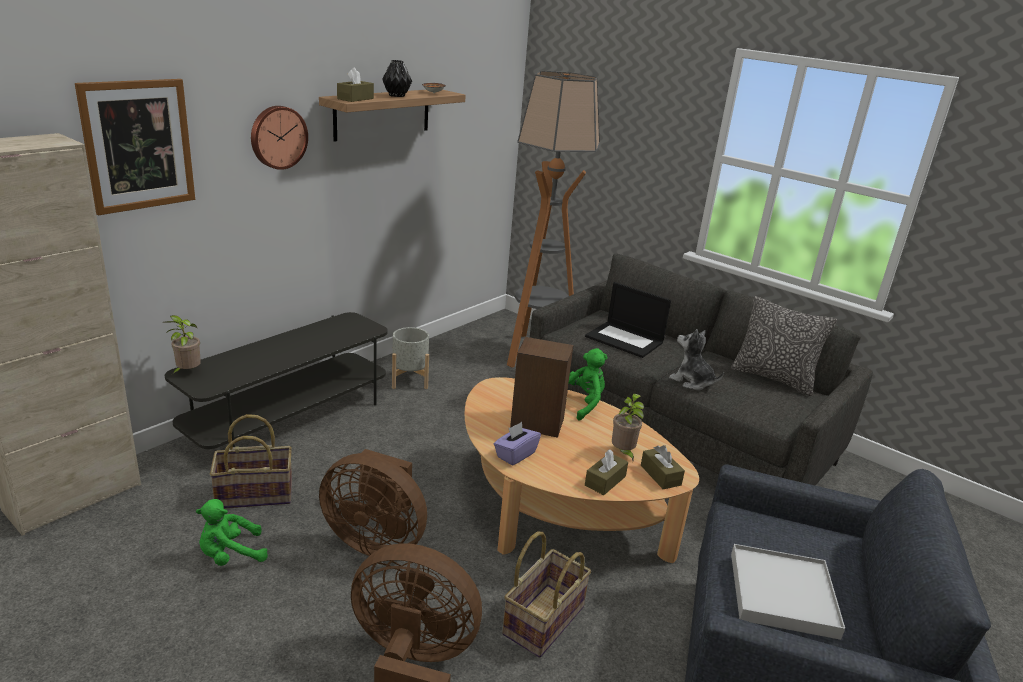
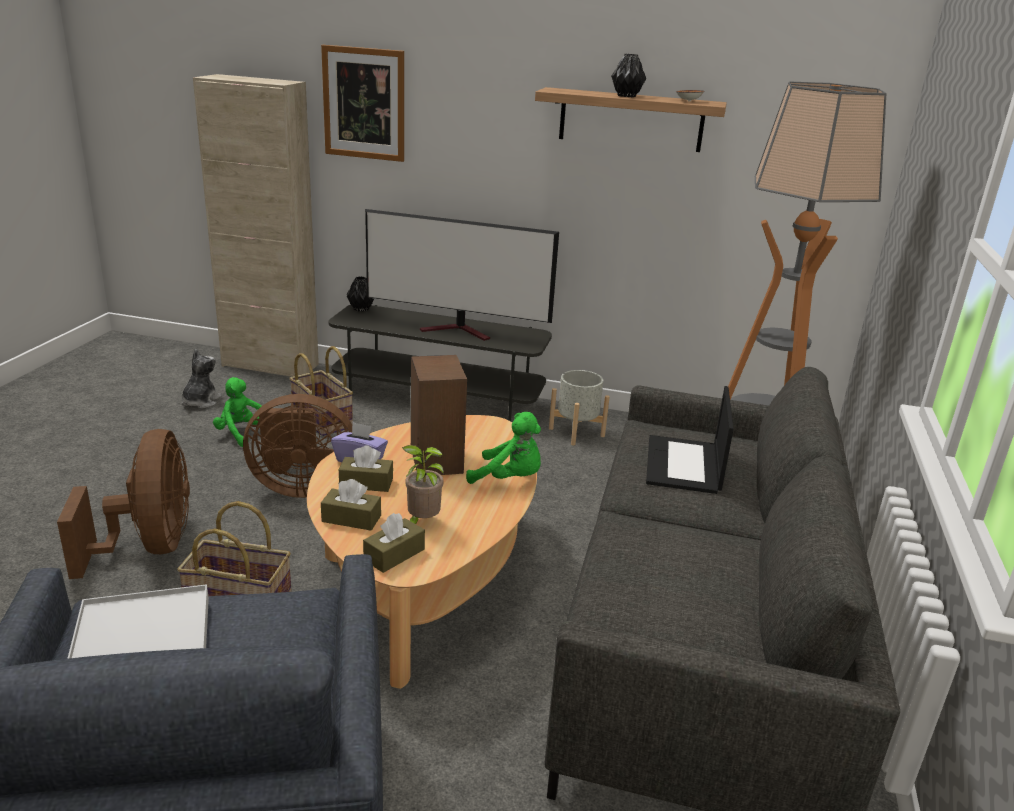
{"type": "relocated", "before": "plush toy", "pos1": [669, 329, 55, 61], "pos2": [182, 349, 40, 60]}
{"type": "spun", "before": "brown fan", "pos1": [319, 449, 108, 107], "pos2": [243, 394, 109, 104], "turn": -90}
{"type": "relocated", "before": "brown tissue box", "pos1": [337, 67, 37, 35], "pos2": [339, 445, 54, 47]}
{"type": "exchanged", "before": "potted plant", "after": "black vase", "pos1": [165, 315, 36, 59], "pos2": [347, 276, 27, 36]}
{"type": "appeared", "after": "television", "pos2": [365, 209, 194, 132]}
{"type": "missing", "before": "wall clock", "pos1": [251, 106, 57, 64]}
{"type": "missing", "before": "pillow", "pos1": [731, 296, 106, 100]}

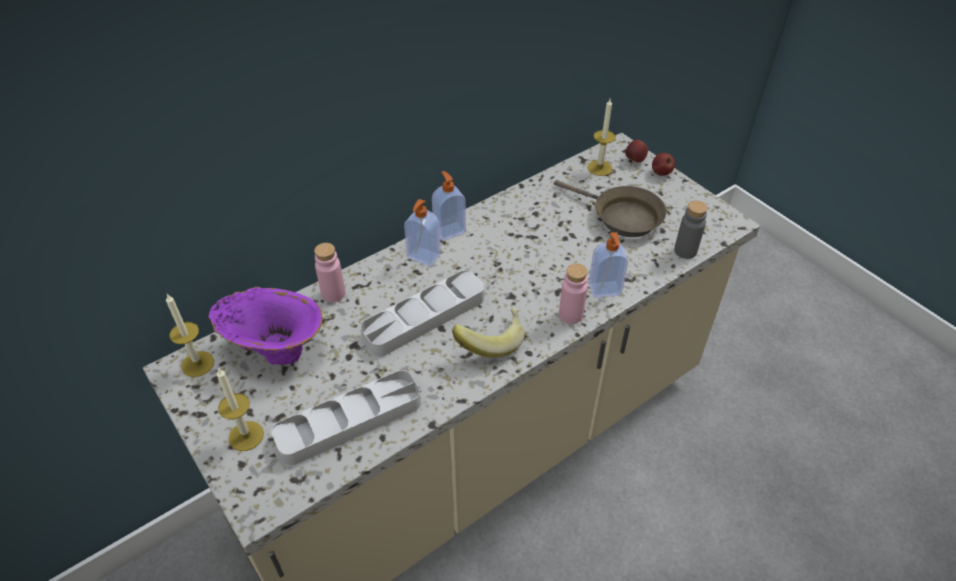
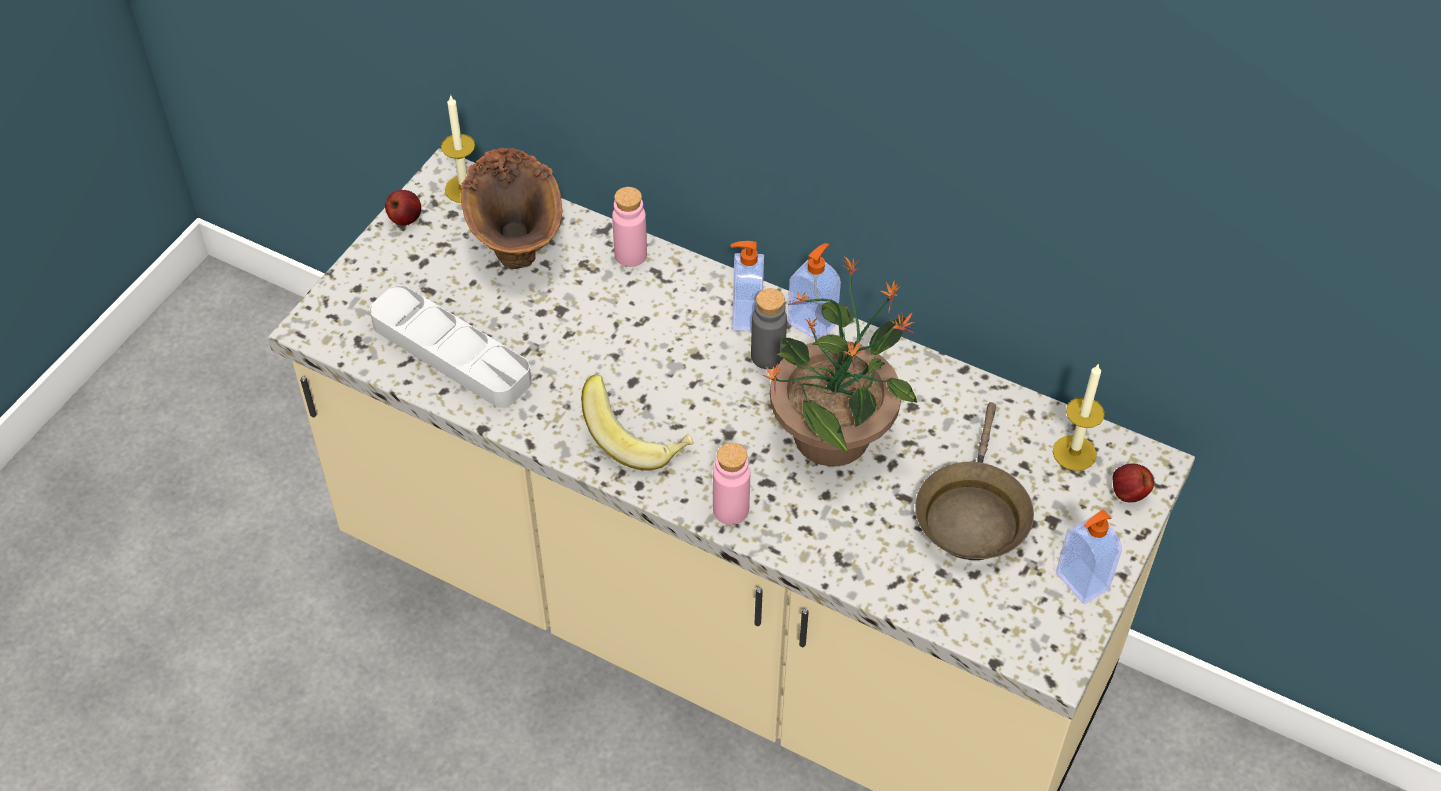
{"type": "relocated", "before": "apple", "pos1": [652, 153, 23, 23], "pos2": [385, 190, 36, 35]}
{"type": "colour", "before": "purple vase", "after": "brown vase", "pos1": [208, 287, 114, 78], "pos2": [461, 148, 101, 122]}
{"type": "relocated", "before": "grey bottle", "pos1": [674, 201, 34, 58], "pos2": [751, 288, 36, 81]}
{"type": "appeared", "after": "potted plant", "pos2": [762, 257, 155, 209]}
{"type": "relocated", "before": "soap dispenser", "pos1": [588, 232, 40, 66], "pos2": [1056, 509, 66, 95]}
{"type": "missing", "before": "candle", "pos1": [217, 368, 47, 83]}
{"type": "missing", "before": "grey tray", "pos1": [360, 270, 124, 86]}

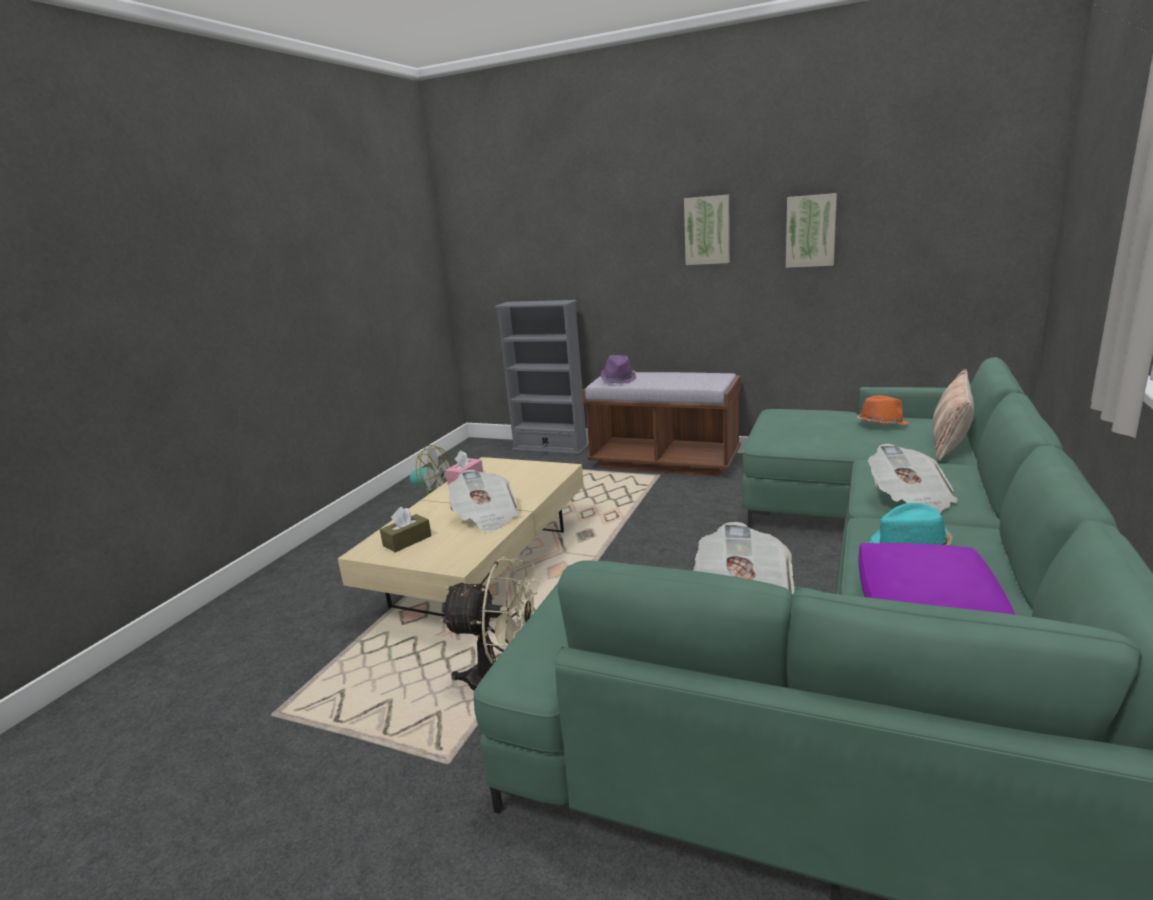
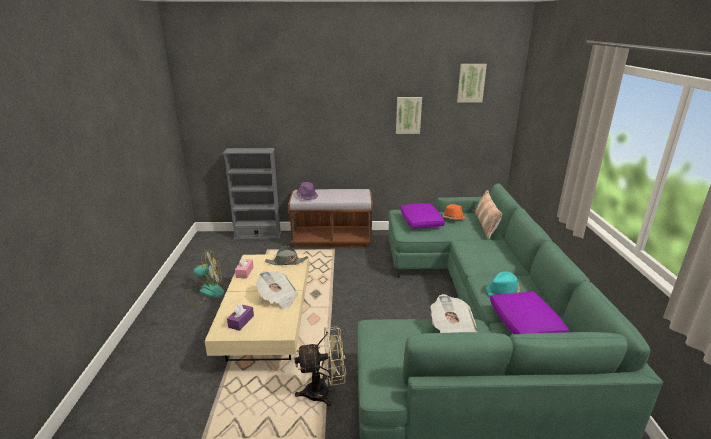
{"type": "colour", "before": "brown tissue box", "after": "purple tissue box", "pos1": [380, 507, 52, 45], "pos2": [227, 303, 27, 28]}
{"type": "appeared", "after": "grey hat", "pos2": [265, 246, 43, 19]}
{"type": "appeared", "after": "purple pillow", "pos2": [400, 203, 45, 25]}
{"type": "relocated", "before": "picture", "pos1": [684, 195, 46, 70], "pos2": [457, 64, 30, 39]}
{"type": "missing", "before": "newspaper", "pos1": [868, 444, 90, 69]}

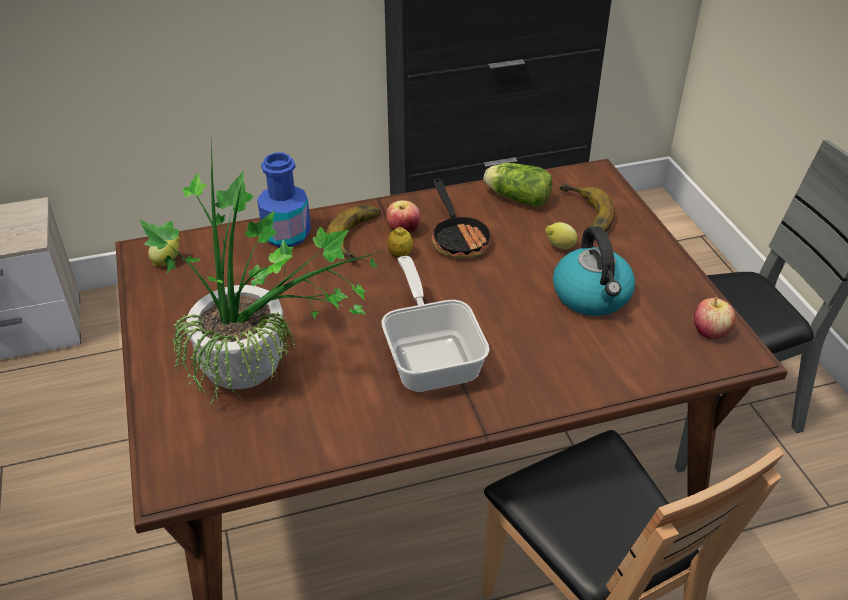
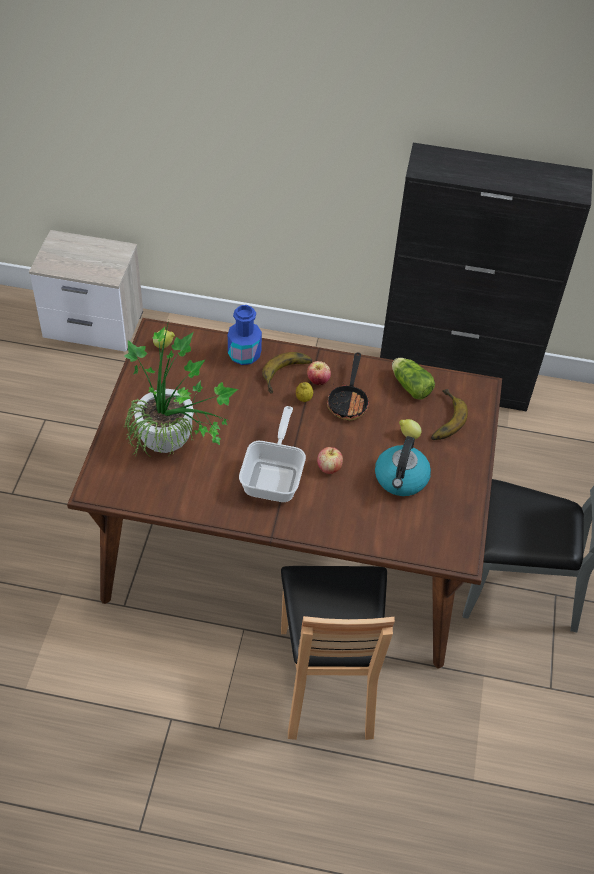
{"type": "relocated", "before": "apple", "pos1": [694, 297, 41, 43], "pos2": [317, 447, 26, 27]}

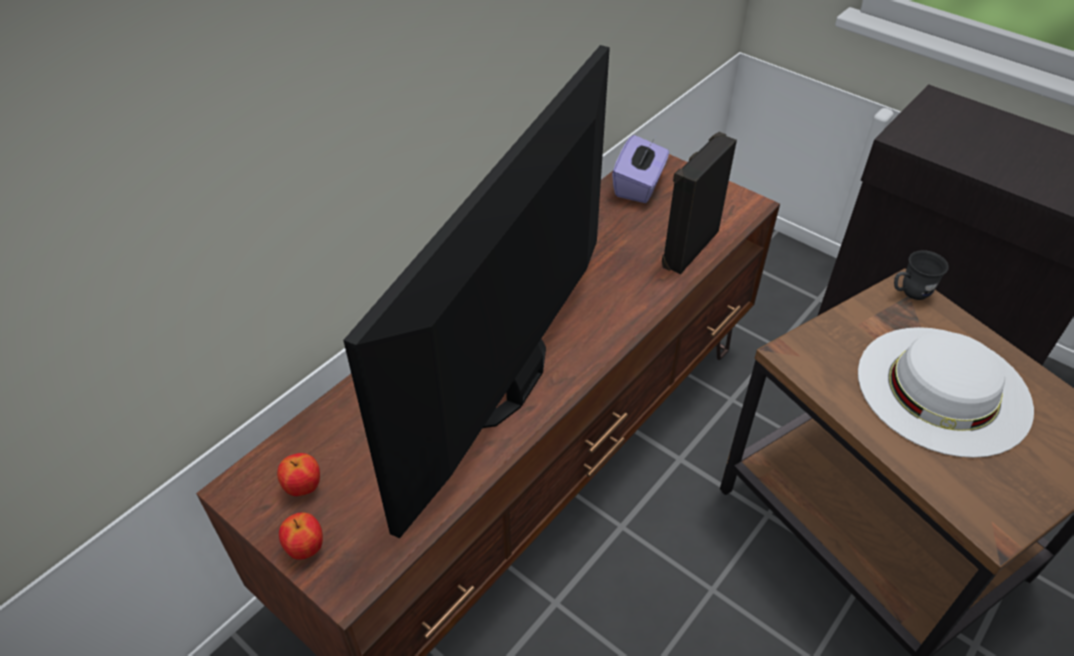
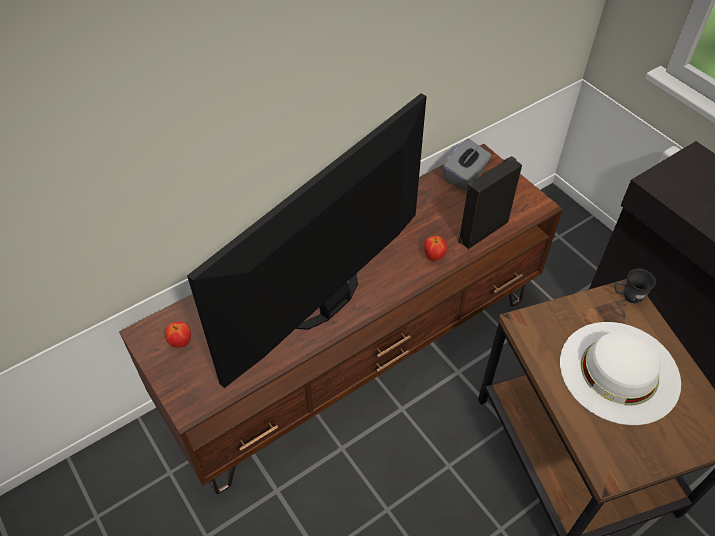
{"type": "relocated", "before": "apple", "pos1": [279, 513, 44, 47], "pos2": [424, 236, 23, 25]}
{"type": "colour", "before": "purple tissue box", "after": "grey tissue box", "pos1": [612, 135, 57, 68], "pos2": [443, 139, 49, 51]}

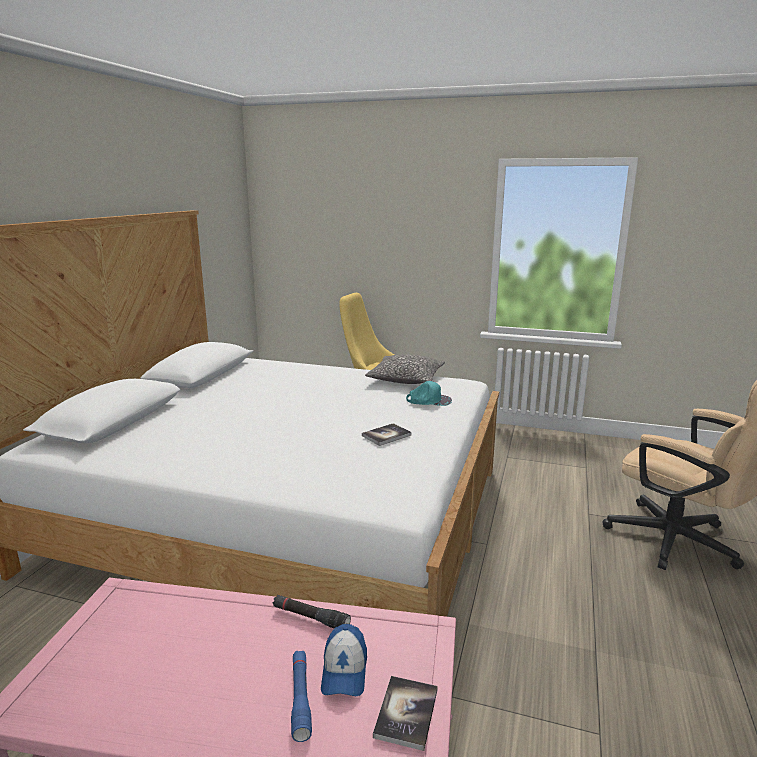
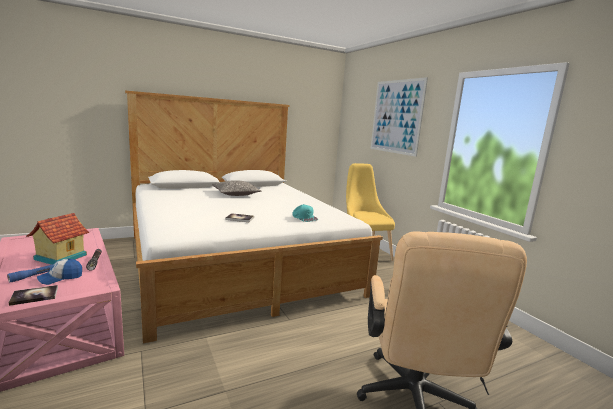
{"type": "appeared", "after": "toy house", "pos2": [26, 213, 63, 52]}
{"type": "relocated", "before": "pillow", "pos1": [365, 355, 80, 29], "pos2": [212, 180, 49, 16]}
{"type": "appeared", "after": "picture", "pos2": [371, 77, 57, 80]}

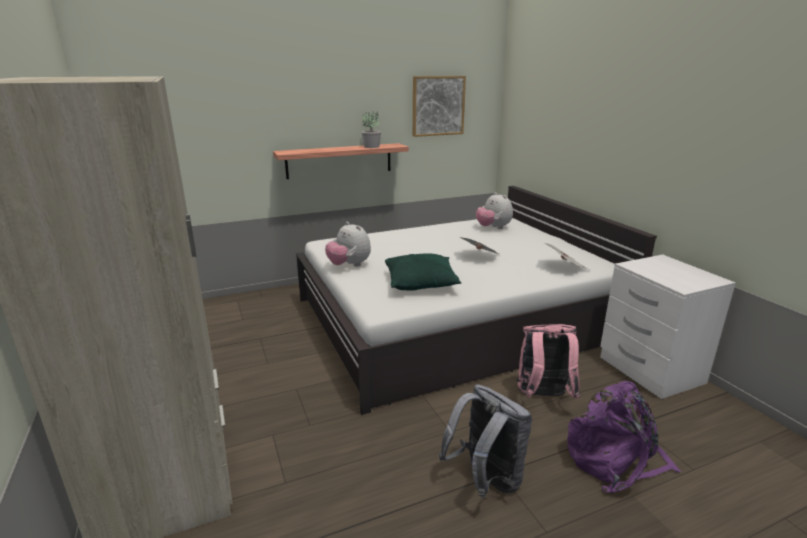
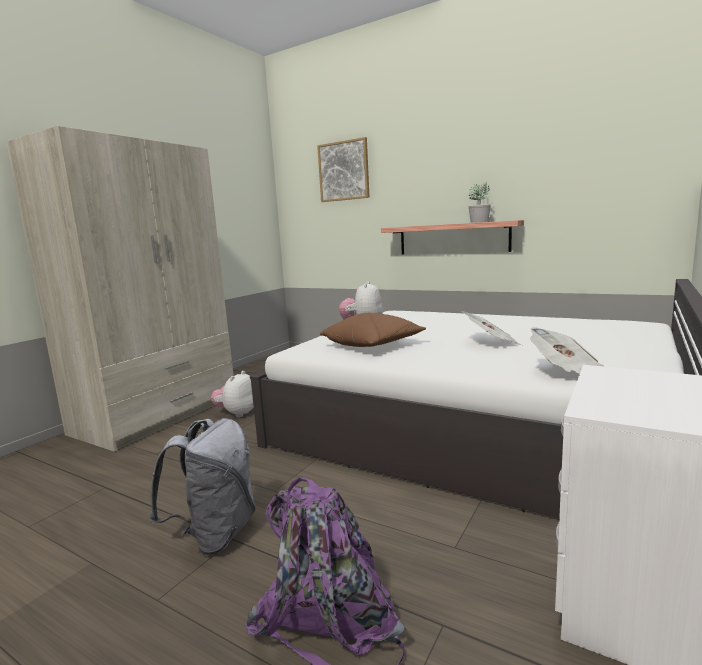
{"type": "relocated", "before": "plush toy", "pos1": [476, 192, 37, 37], "pos2": [211, 371, 43, 47]}
{"type": "relocated", "before": "picture", "pos1": [413, 76, 53, 61], "pos2": [317, 137, 53, 65]}
{"type": "colour", "before": "green pillow", "after": "brown pillow", "pos1": [385, 253, 77, 38], "pos2": [320, 313, 106, 34]}
{"type": "missing", "before": "pink backpack", "pos1": [516, 324, 64, 75]}

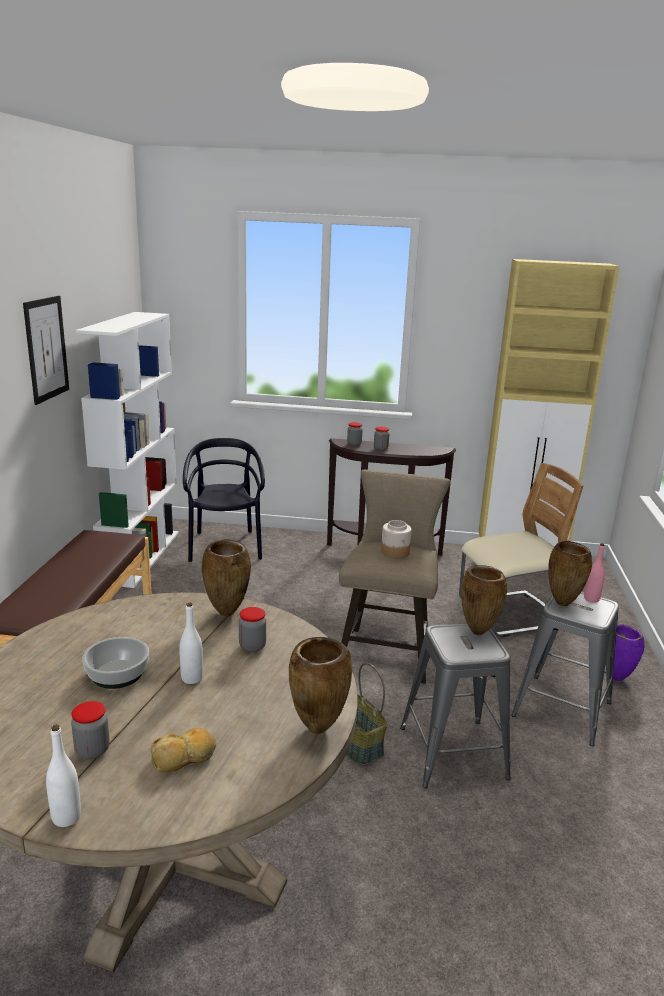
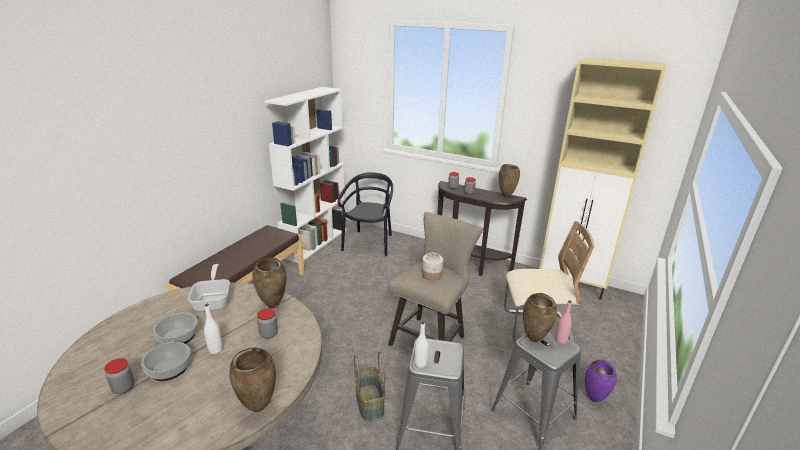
{"type": "appeared", "after": "bowl", "pos2": [141, 342, 50, 39]}
{"type": "appeared", "after": "frying pan", "pos2": [188, 264, 42, 47]}
{"type": "relocated", "before": "white bottle", "pos1": [46, 725, 35, 102], "pos2": [414, 322, 15, 46]}
{"type": "relocated", "before": "brown vase", "pos1": [461, 565, 46, 70], "pos2": [499, 164, 21, 33]}
{"type": "missing", "before": "picture", "pos1": [23, 296, 46, 109]}
{"type": "missing", "before": "bread", "pos1": [150, 728, 66, 44]}

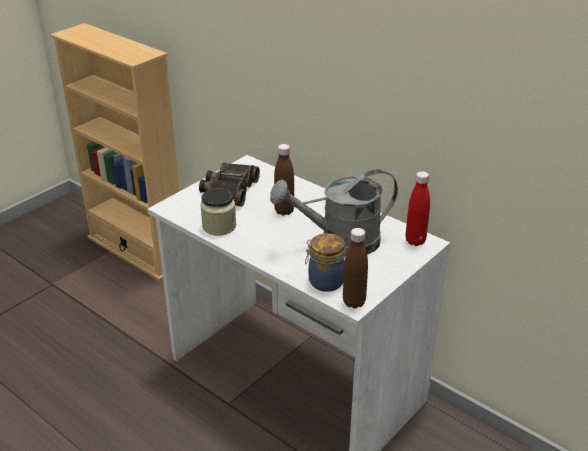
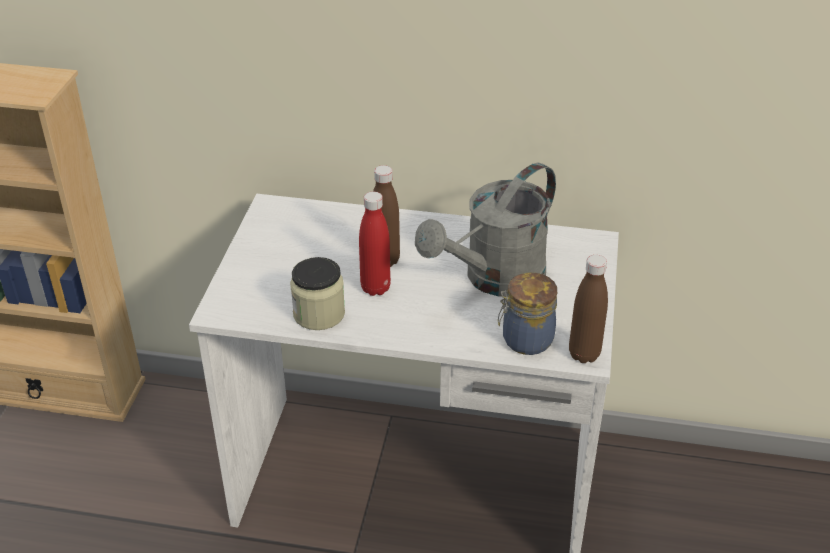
{"type": "relocated", "before": "red bottle", "pos1": [406, 171, 24, 75], "pos2": [359, 192, 32, 104]}
{"type": "missing", "before": "binoculars", "pos1": [199, 163, 61, 44]}

